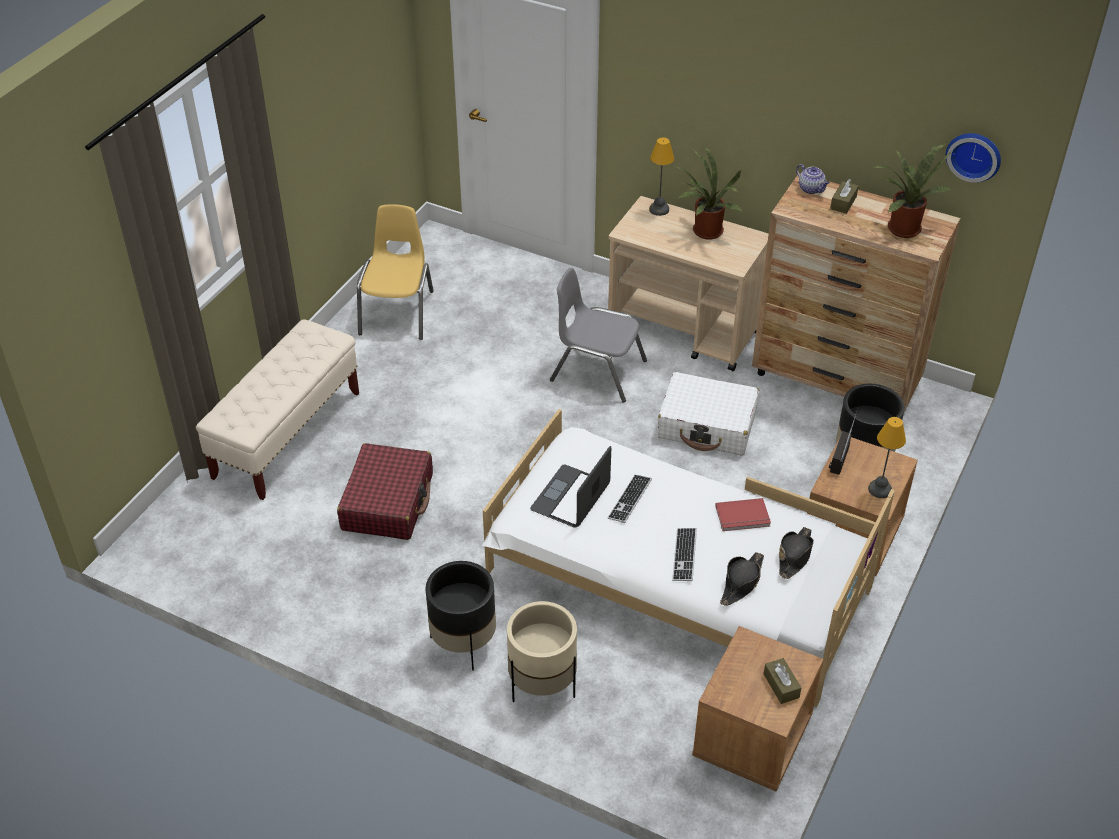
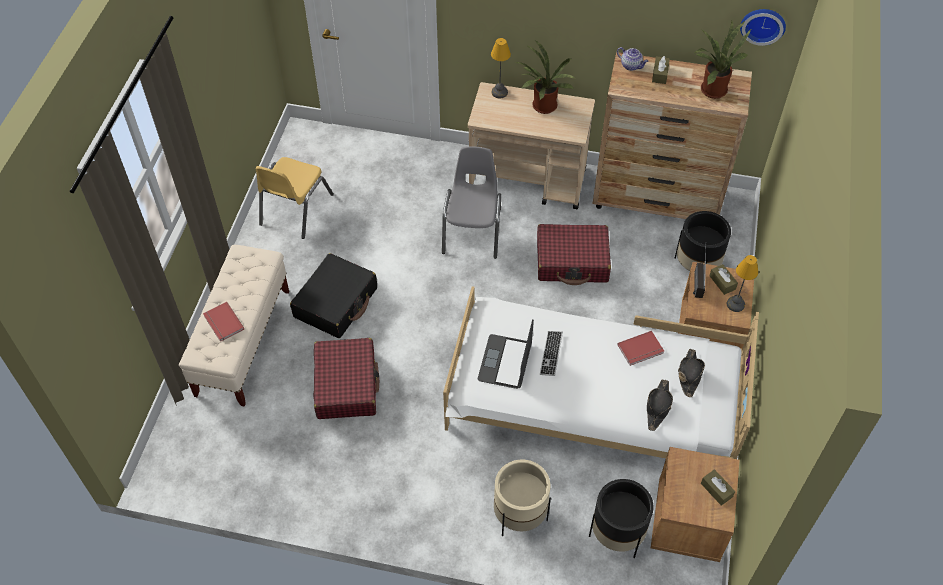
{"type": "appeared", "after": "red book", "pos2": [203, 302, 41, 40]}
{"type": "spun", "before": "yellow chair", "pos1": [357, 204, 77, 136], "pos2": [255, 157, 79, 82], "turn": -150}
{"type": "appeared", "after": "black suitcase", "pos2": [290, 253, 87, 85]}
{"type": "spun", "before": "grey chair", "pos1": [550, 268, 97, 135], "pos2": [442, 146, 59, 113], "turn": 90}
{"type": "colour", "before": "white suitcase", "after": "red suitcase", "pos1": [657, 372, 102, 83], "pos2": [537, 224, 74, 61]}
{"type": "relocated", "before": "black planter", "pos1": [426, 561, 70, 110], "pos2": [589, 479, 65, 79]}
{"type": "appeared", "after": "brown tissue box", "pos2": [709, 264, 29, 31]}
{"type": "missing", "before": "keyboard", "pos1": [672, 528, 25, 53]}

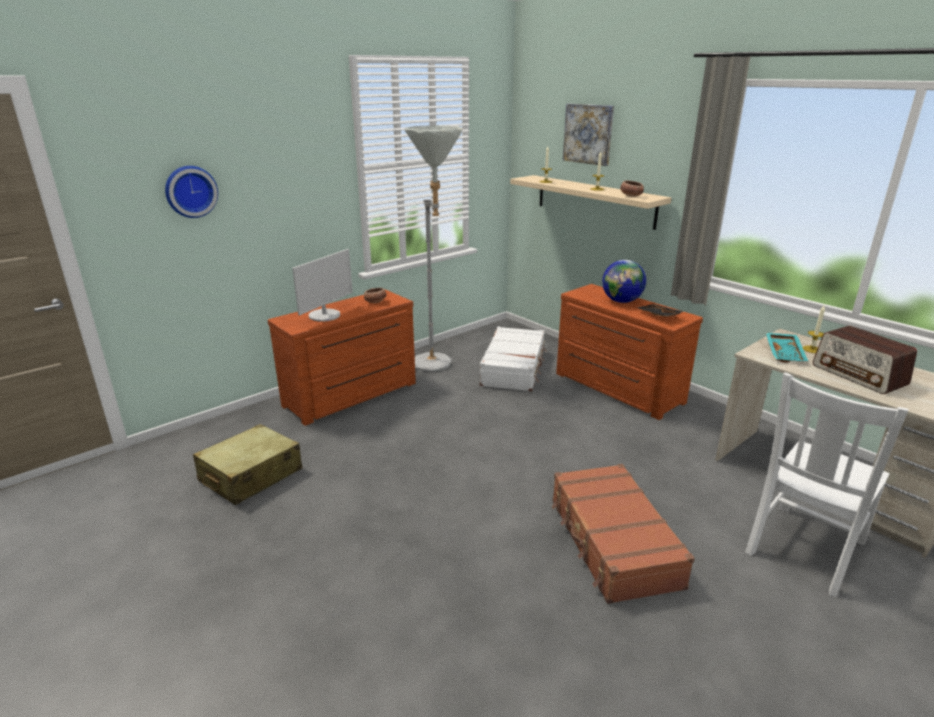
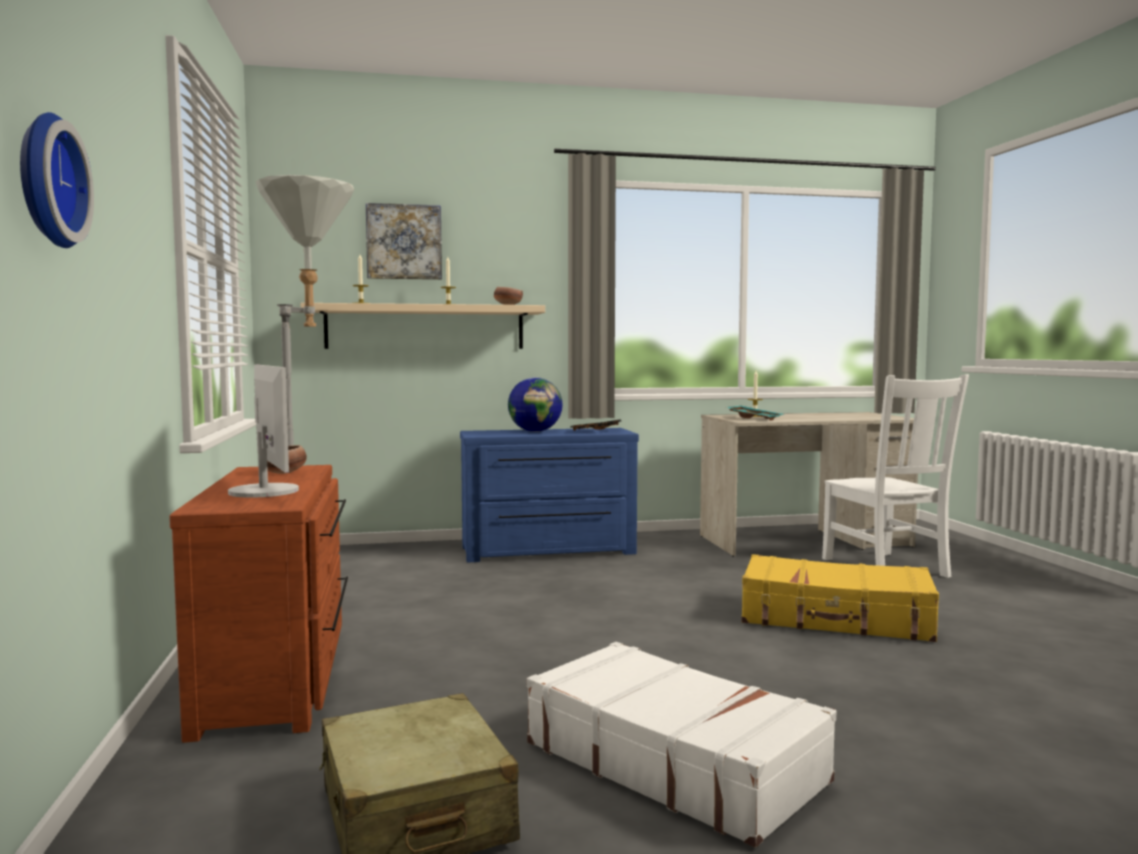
{"type": "colour", "before": "brown dresser", "after": "blue dresser", "pos1": [556, 284, 147, 136], "pos2": [460, 428, 179, 134]}
{"type": "relocated", "before": "white suitcase", "pos1": [480, 327, 67, 65], "pos2": [527, 642, 310, 206]}
{"type": "colour", "before": "brown suitcase", "after": "yellow suitcase", "pos1": [552, 464, 143, 140], "pos2": [741, 554, 198, 88]}
{"type": "missing", "before": "radio", "pos1": [813, 326, 104, 68]}

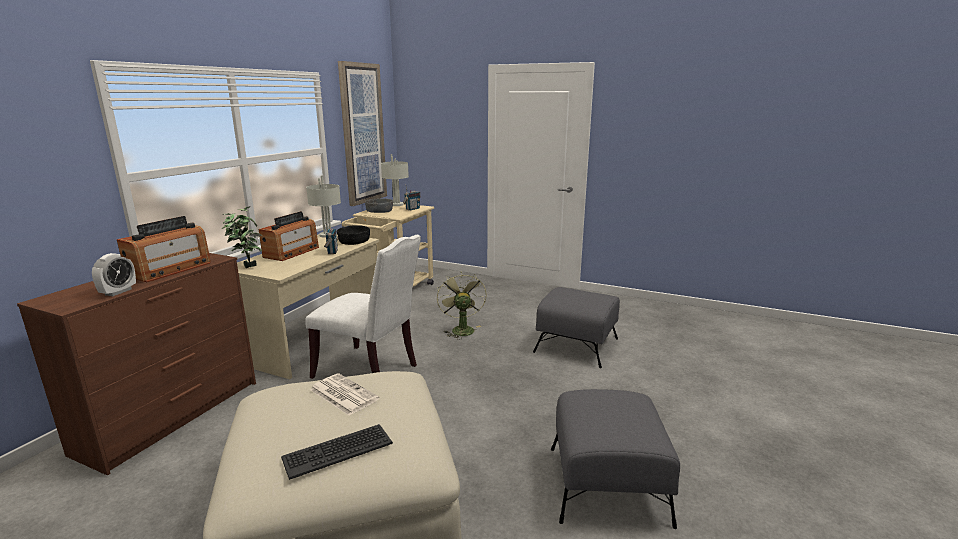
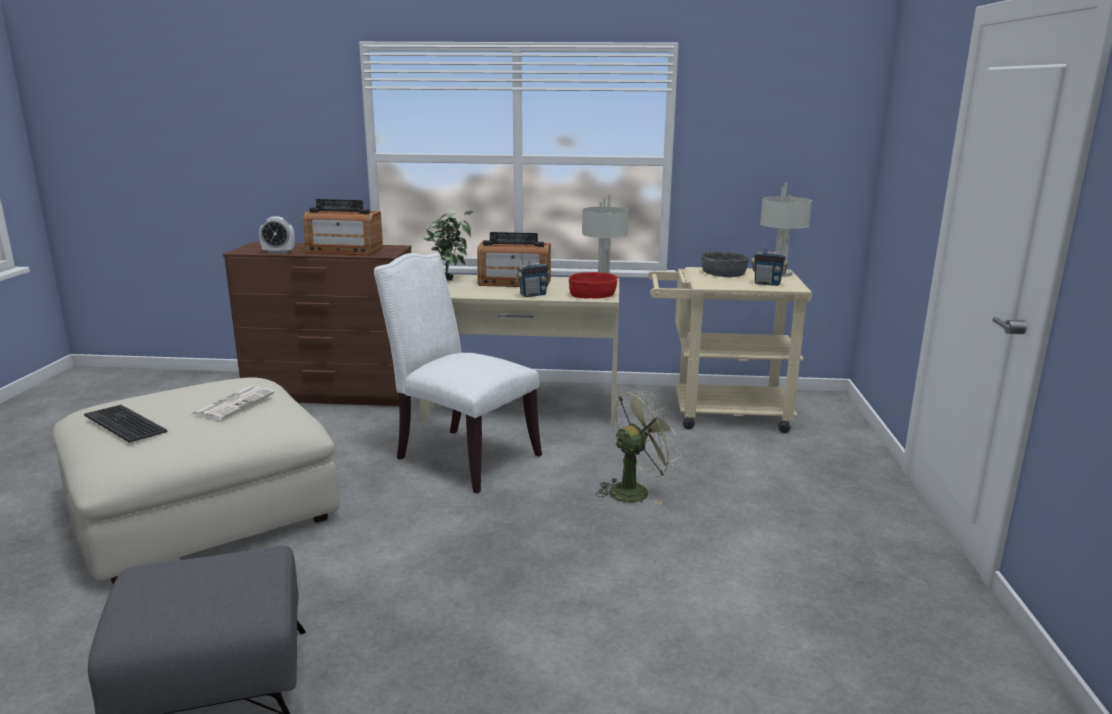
{"type": "spun", "before": "white chair", "pos1": [305, 235, 116, 144], "pos2": [374, 253, 168, 241], "turn": 120}
{"type": "colour", "before": "black bowl", "after": "red bowl", "pos1": [337, 225, 33, 20], "pos2": [569, 272, 48, 27]}
{"type": "missing", "before": "picture", "pos1": [338, 61, 49, 145]}
{"type": "missing", "before": "grey ottoman", "pos1": [533, 287, 87, 81]}

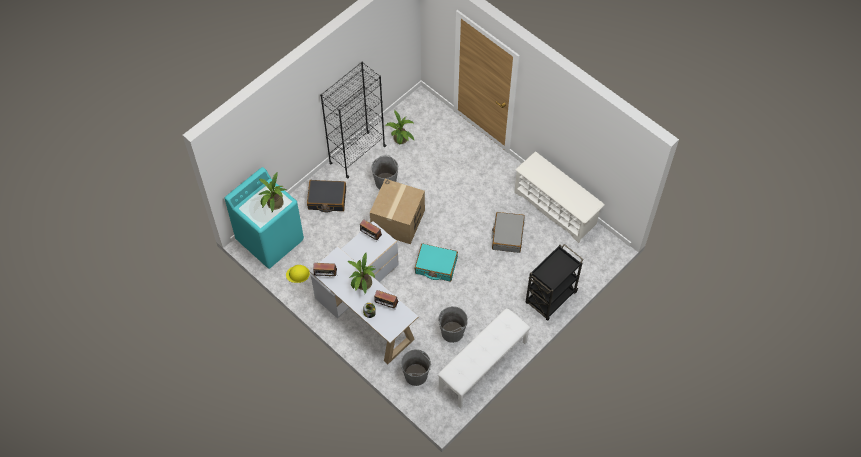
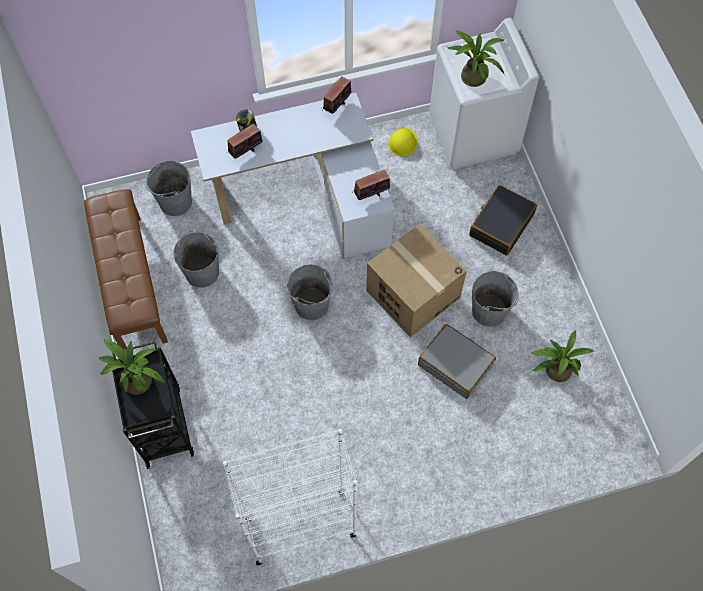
{"type": "colour", "before": "white bench", "after": "brown bench", "pos1": [438, 308, 92, 100], "pos2": [84, 189, 84, 161]}
{"type": "relocated", "before": "potted plant", "pos1": [348, 252, 27, 42], "pos2": [99, 338, 66, 57]}
{"type": "exchanged", "before": "white shoe rack", "after": "white bookcase", "pos1": [514, 152, 91, 91], "pos2": [223, 429, 134, 136]}
{"type": "exchanged", "before": "turquoise suitcase", "after": "grey bucket", "pos1": [415, 243, 43, 39], "pos2": [287, 264, 46, 56]}
{"type": "relocated", "before": "grey suitcase", "pos1": [492, 212, 33, 41], "pos2": [418, 324, 78, 75]}
{"type": "colour", "before": "turquoise washing machine", "after": "white washing machine", "pos1": [225, 167, 79, 102], "pos2": [429, 18, 110, 151]}
{"type": "missing", "before": "black bookcase", "pos1": [320, 62, 66, 117]}

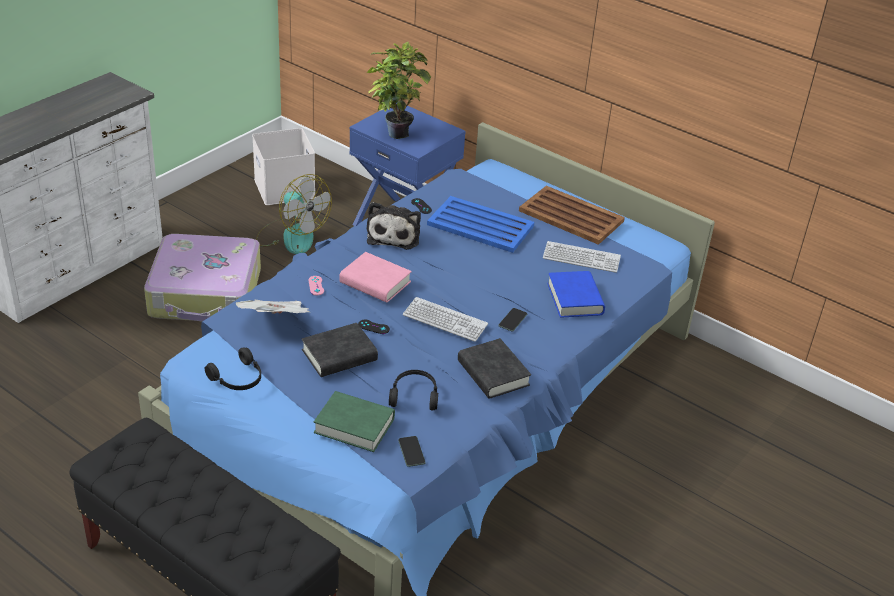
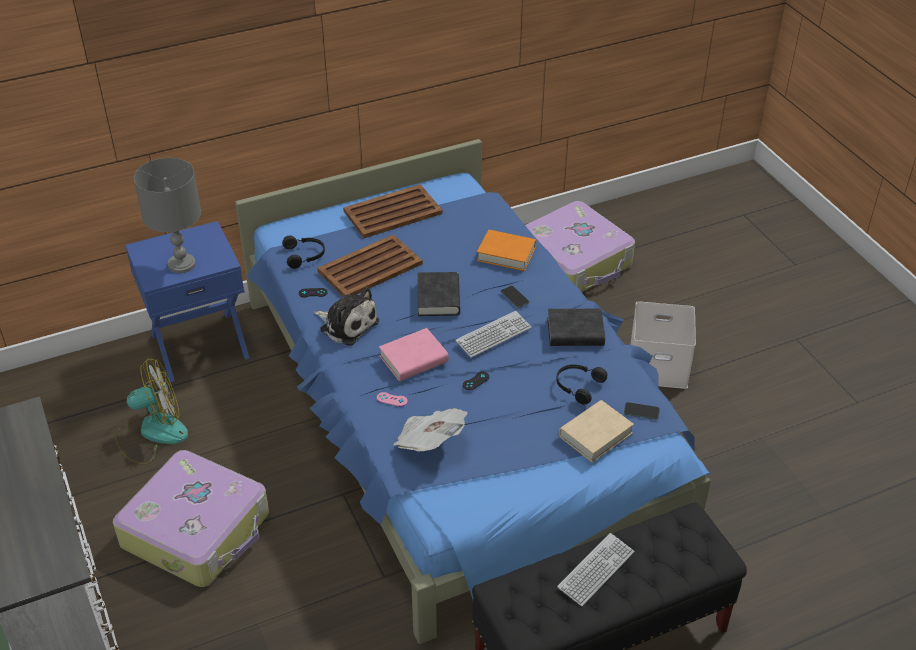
{"type": "exchanged", "before": "potted plant", "after": "grey table lamp", "pos1": [367, 42, 64, 97], "pos2": [134, 158, 67, 115]}
{"type": "relocated", "before": "black headphones", "pos1": [205, 347, 56, 43], "pos2": [282, 236, 43, 33]}
{"type": "colour", "before": "blue tray", "after": "brown tray", "pos1": [427, 196, 107, 57], "pos2": [318, 234, 105, 62]}
{"type": "relocated", "before": "black book", "pos1": [302, 323, 76, 54], "pos2": [418, 272, 42, 44]}
{"type": "colour", "before": "blue book", "after": "orange book", "pos1": [547, 271, 58, 47], "pos2": [477, 230, 59, 41]}
{"type": "appeared", "after": "suitcase", "pos2": [525, 201, 110, 91]}
{"type": "relocated", "before": "keyboard", "pos1": [543, 241, 78, 32], "pos2": [557, 533, 77, 73]}
{"type": "colour", "before": "green book", "after": "beige book", "pos1": [314, 391, 81, 61], "pos2": [559, 400, 75, 63]}
{"type": "relocated", "before": "white storage box", "pos1": [252, 128, 63, 77], "pos2": [630, 301, 66, 88]}

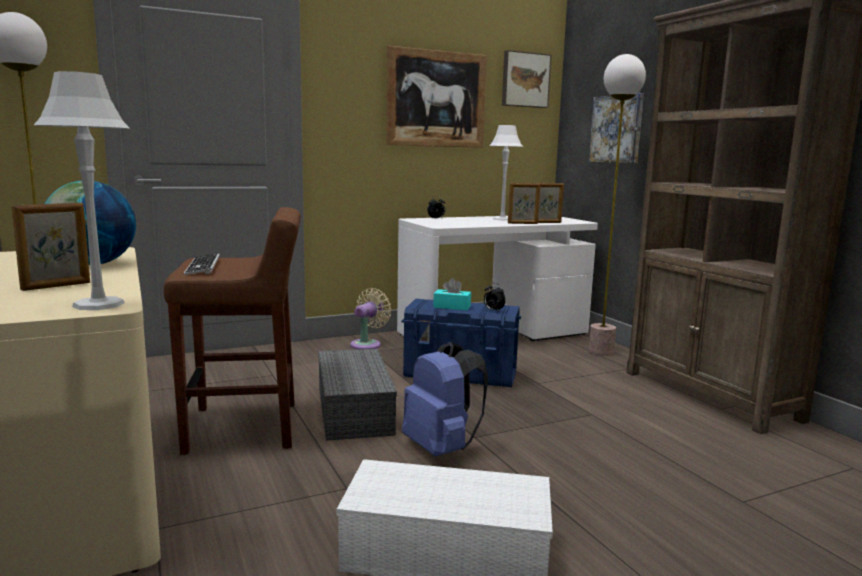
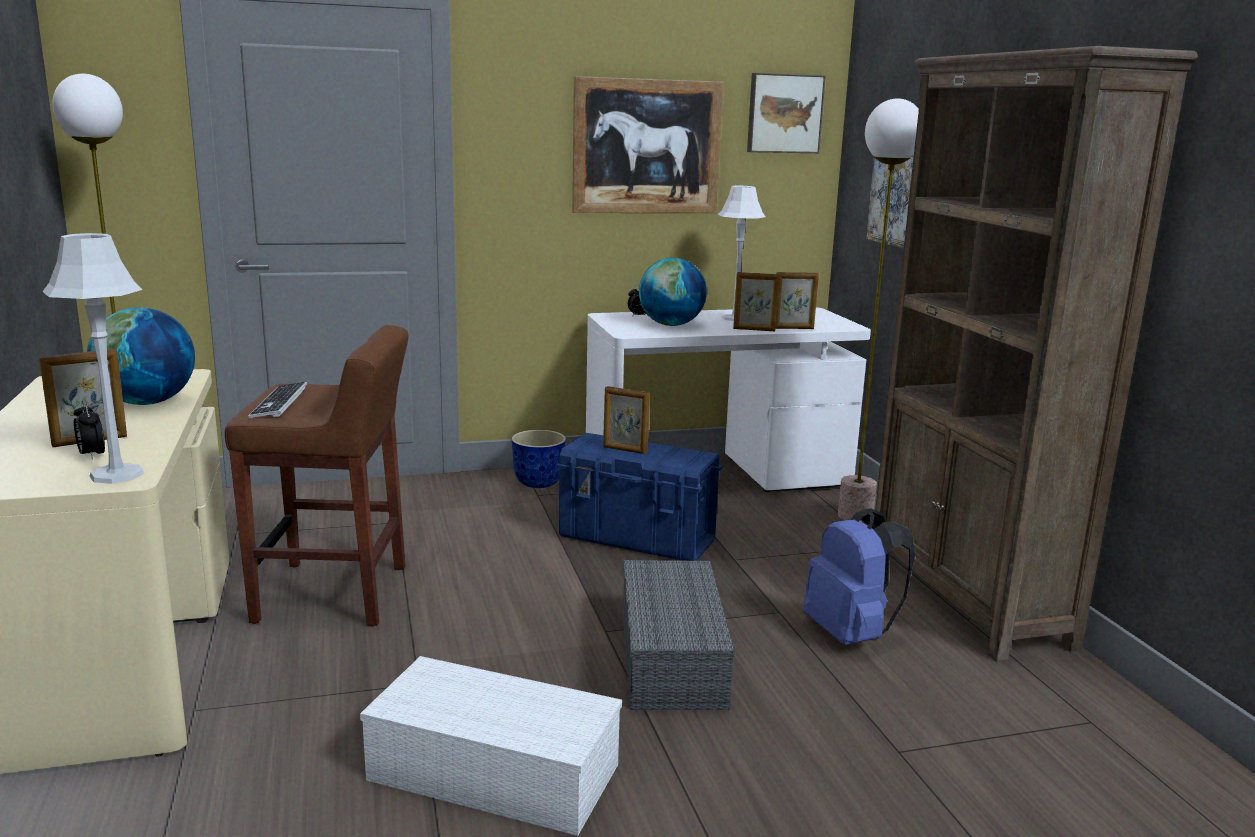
{"type": "relocated", "before": "alarm clock", "pos1": [484, 283, 22, 29], "pos2": [73, 401, 32, 59]}
{"type": "exchanged", "before": "beige fan", "after": "planter", "pos1": [350, 288, 42, 61], "pos2": [512, 430, 54, 58]}
{"type": "exchanged", "before": "turquoise tissue box", "after": "picture frame", "pos1": [434, 278, 37, 32], "pos2": [603, 386, 47, 68]}
{"type": "relocated", "before": "grey storage box", "pos1": [318, 349, 79, 92], "pos2": [623, 560, 112, 150]}
{"type": "appeared", "after": "globe", "pos2": [639, 258, 68, 68]}
{"type": "relocated", "before": "blue backpack", "pos1": [402, 342, 87, 115], "pos2": [803, 508, 112, 137]}

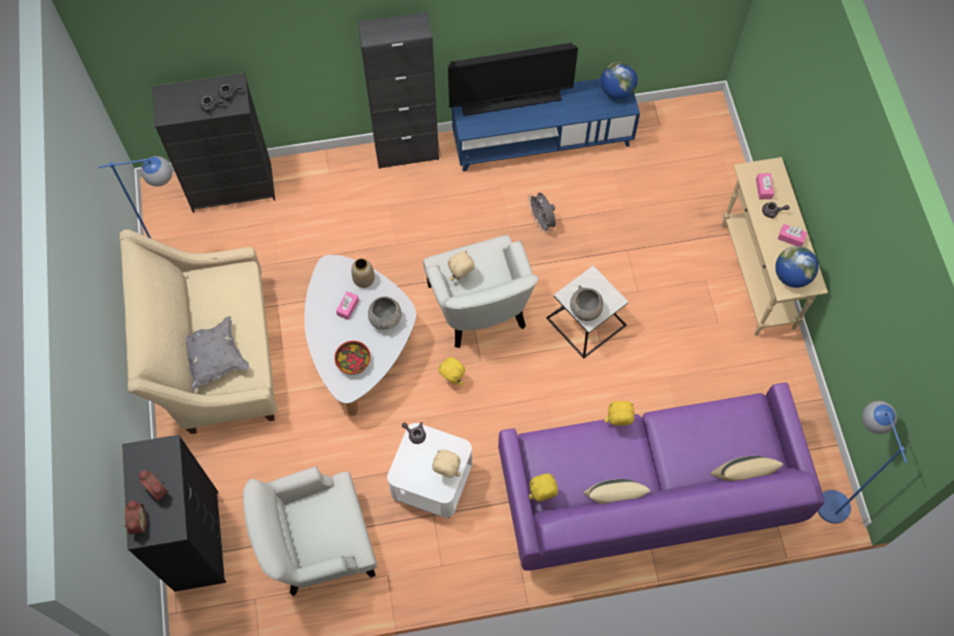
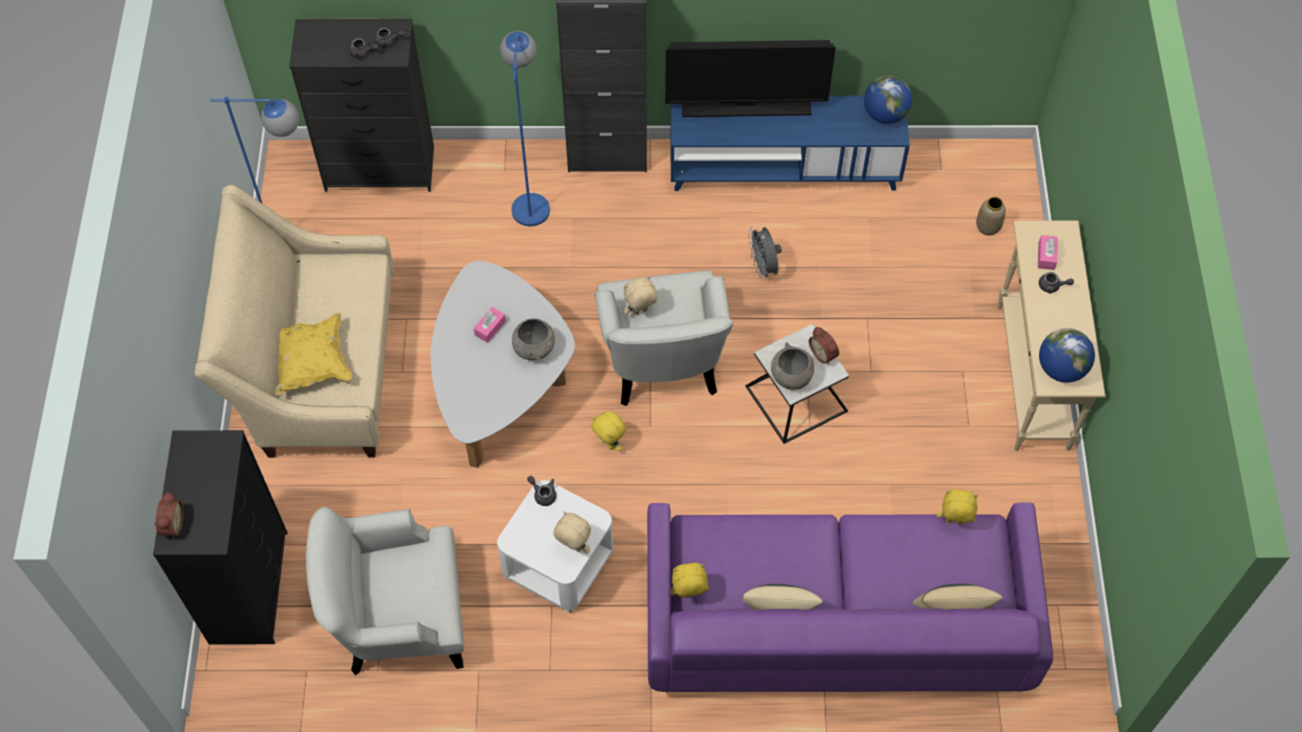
{"type": "colour", "before": "grey pillow", "after": "yellow pillow", "pos1": [186, 316, 63, 75], "pos2": [275, 313, 77, 82]}
{"type": "relocated", "before": "blue floor lamp", "pos1": [818, 401, 89, 123], "pos2": [500, 31, 50, 195]}
{"type": "relocated", "before": "alarm clock", "pos1": [139, 470, 29, 31], "pos2": [809, 327, 30, 38]}
{"type": "relocated", "before": "yellow plush toy", "pos1": [604, 401, 31, 25], "pos2": [937, 489, 41, 35]}
{"type": "relocated", "before": "vase", "pos1": [351, 258, 24, 30], "pos2": [976, 197, 30, 39]}
{"type": "missing", "before": "bowl", "pos1": [334, 341, 37, 34]}
{"type": "missing", "before": "pink tissue box", "pos1": [778, 224, 29, 23]}

